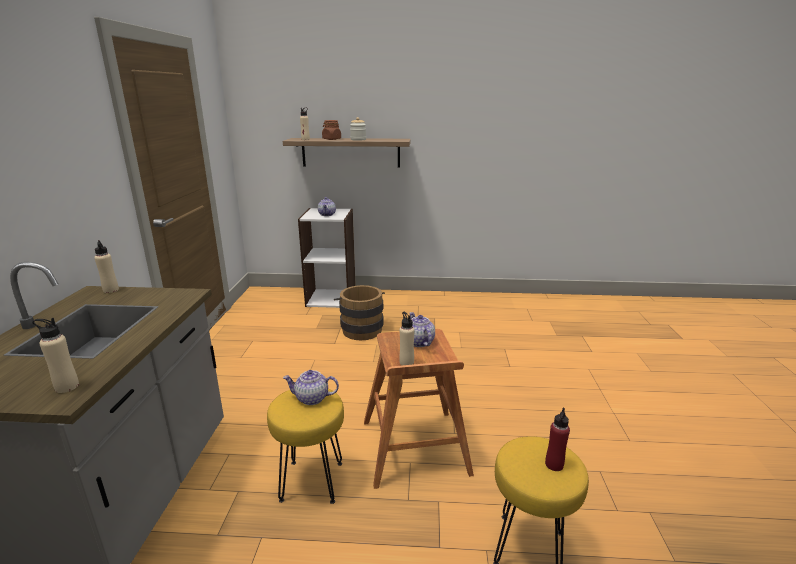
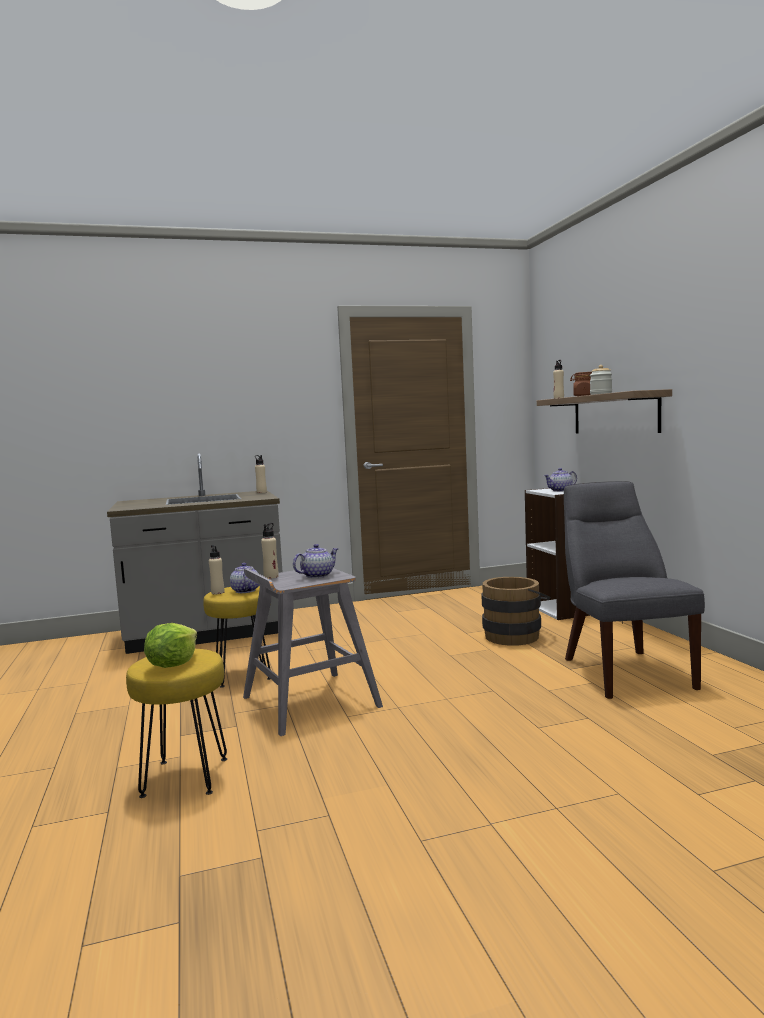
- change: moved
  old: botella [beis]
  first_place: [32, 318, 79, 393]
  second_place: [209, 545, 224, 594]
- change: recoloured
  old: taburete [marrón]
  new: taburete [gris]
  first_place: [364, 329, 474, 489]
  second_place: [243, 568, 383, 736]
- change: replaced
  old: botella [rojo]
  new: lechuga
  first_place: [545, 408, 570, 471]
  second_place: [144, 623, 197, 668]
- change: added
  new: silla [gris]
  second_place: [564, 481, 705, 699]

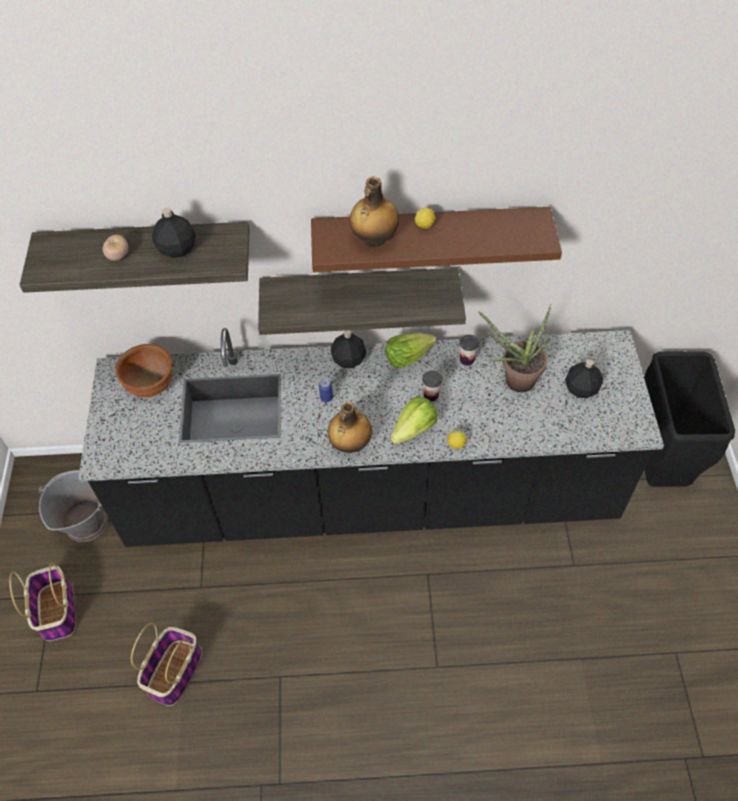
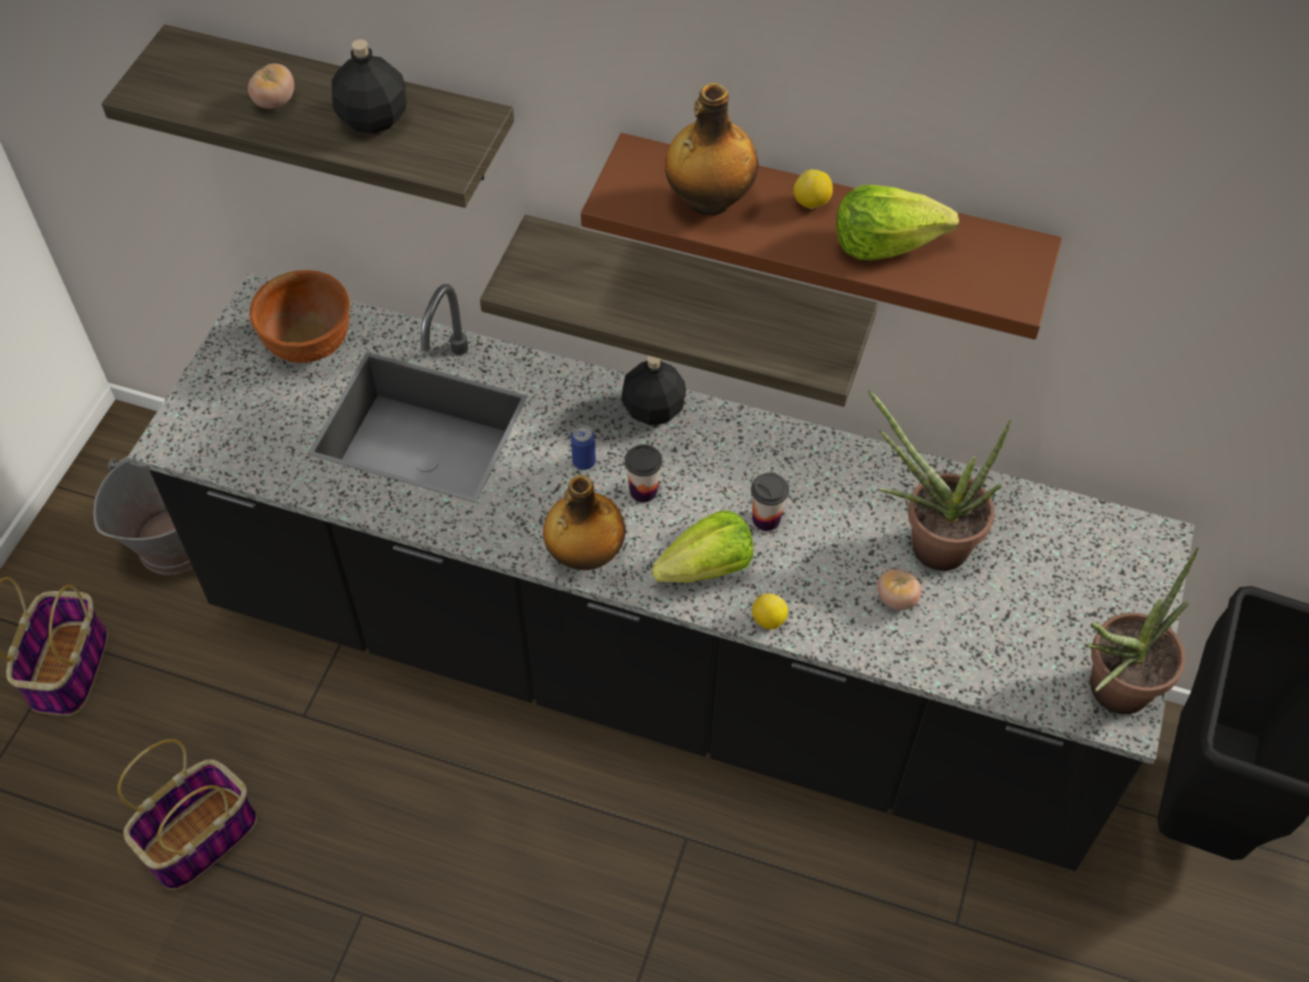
- change: moved
  old: lechuga
  first_place: [386, 333, 436, 368]
  second_place: [836, 185, 959, 260]
- change: moved
  old: taza
  first_place: [459, 335, 479, 366]
  second_place: [625, 444, 662, 502]
- change: removed
  old: botella [negro]
  first_place: [565, 359, 603, 398]
- change: added
  new: planta en maceta
  second_place: [1086, 547, 1199, 714]
- change: added
  new: tomate
  second_place: [877, 569, 921, 610]

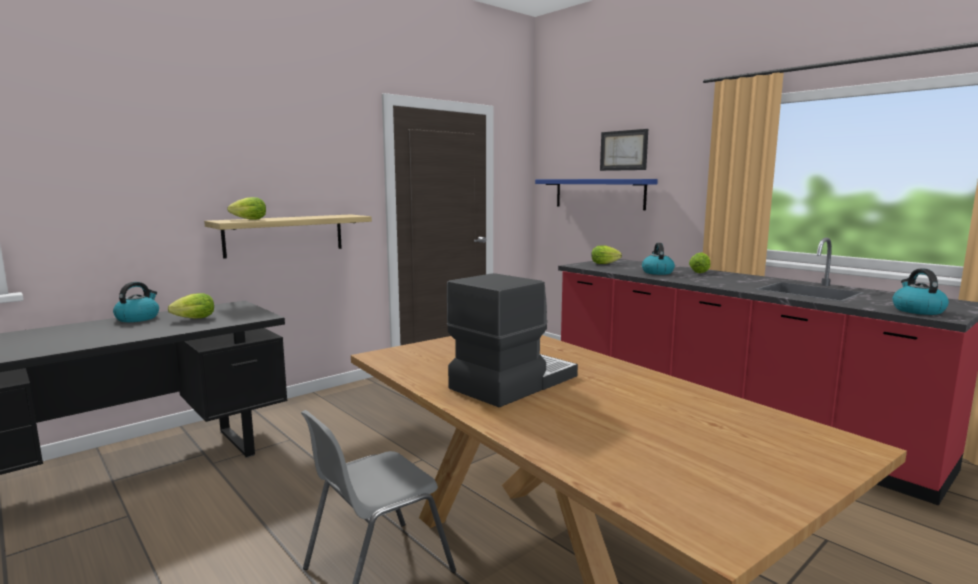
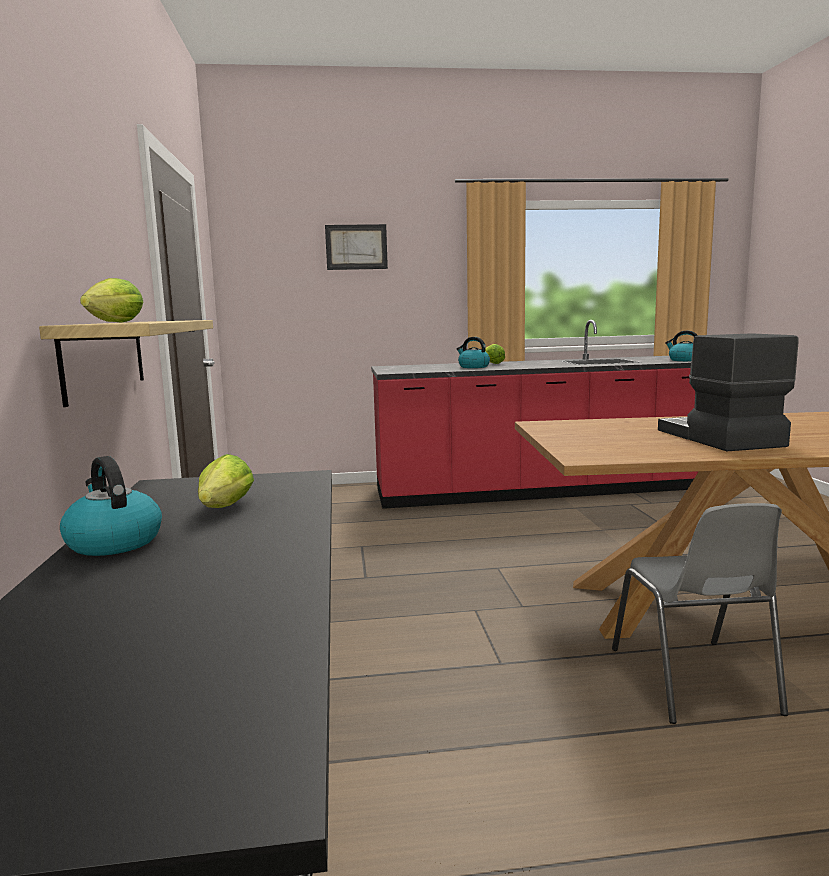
- change: removed
  old: estante [azul]
  first_place: [535, 179, 658, 210]
- change: removed
  old: lechuga
  first_place: [591, 245, 622, 264]

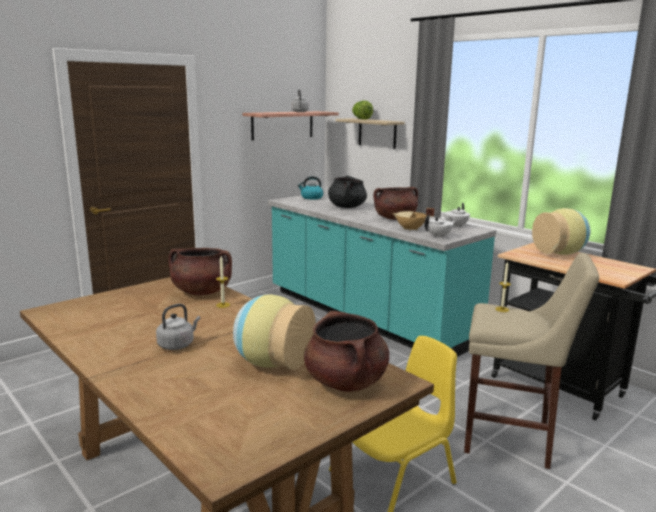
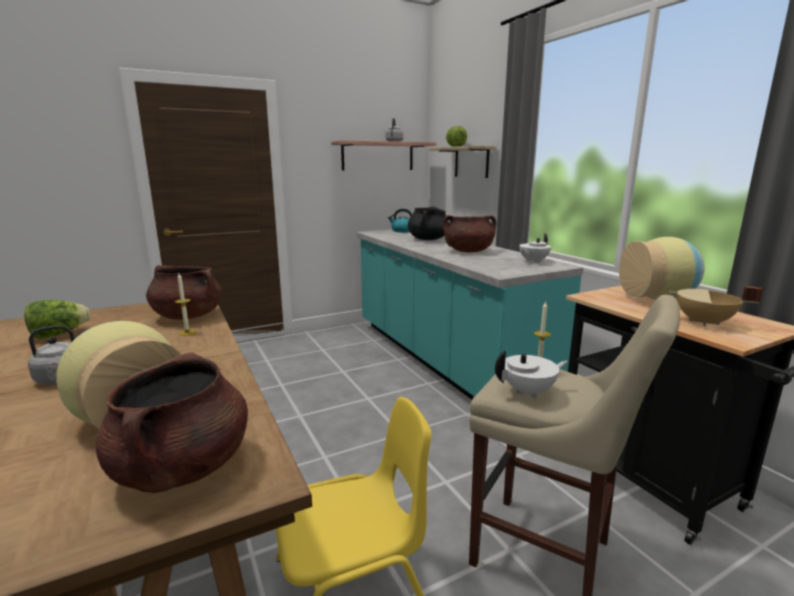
- change: moved
  old: olla [beis]
  first_place: [392, 208, 434, 231]
  second_place: [669, 286, 763, 327]
- change: moved
  old: tetera [blanco]
  first_place: [424, 214, 455, 238]
  second_place: [495, 350, 568, 399]
- change: added
  new: lechuga
  second_place: [24, 300, 90, 339]

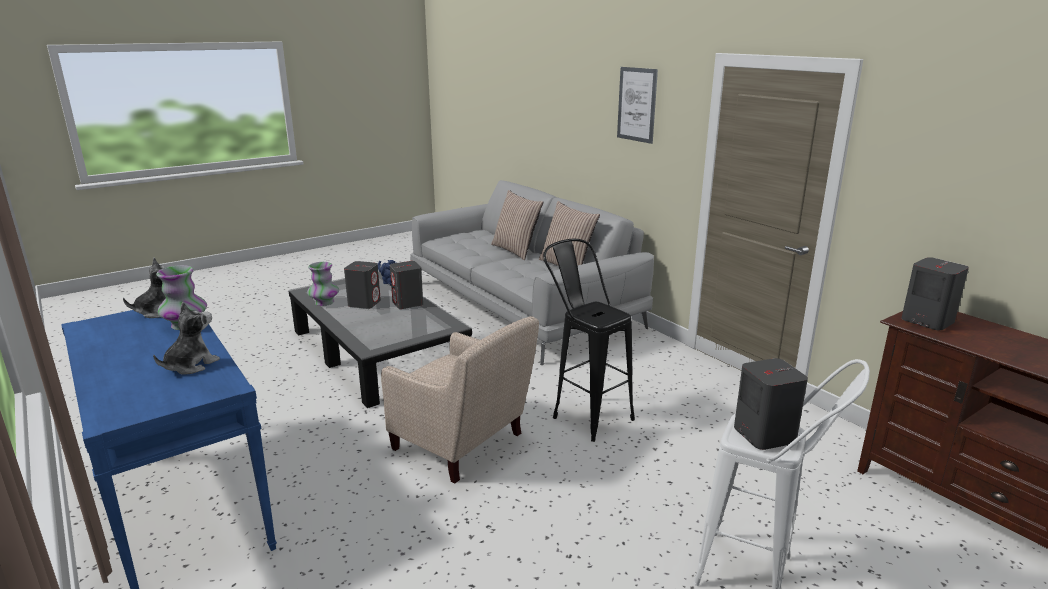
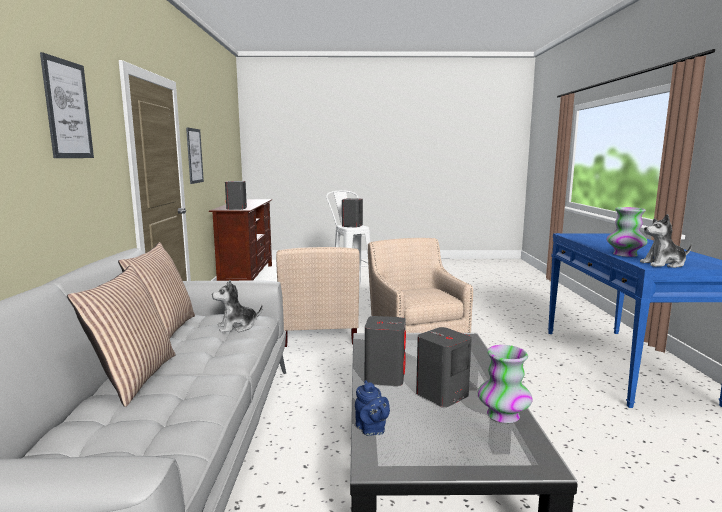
- change: replaced
  old: taburete [negro]
  new: sillón [beis]
  first_place: [543, 239, 635, 442]
  second_place: [276, 247, 360, 347]
- change: moved
  old: peluche
  first_place: [153, 302, 220, 375]
  second_place: [212, 280, 263, 333]
- change: added
  new: cuadro
  second_place: [186, 127, 204, 184]

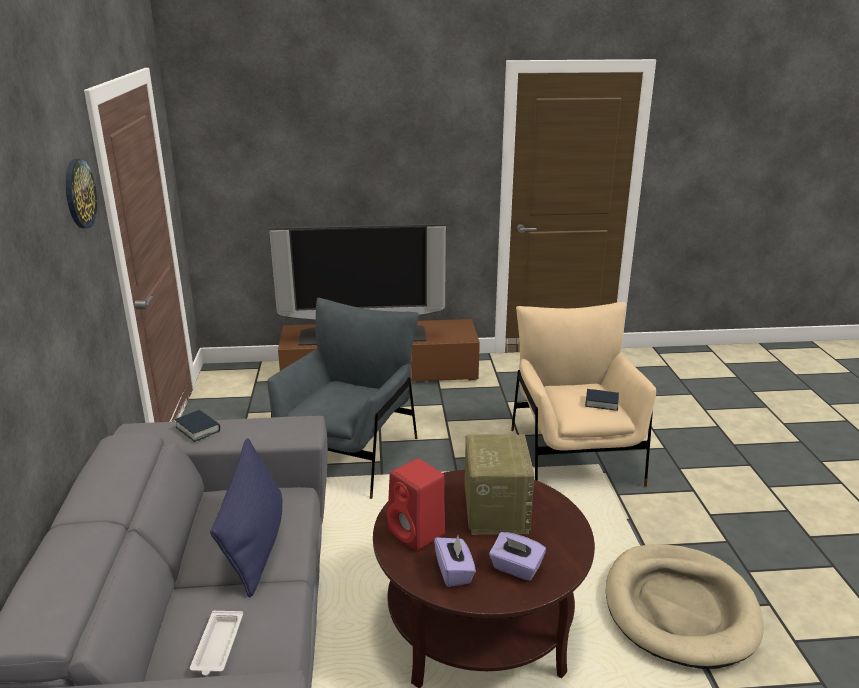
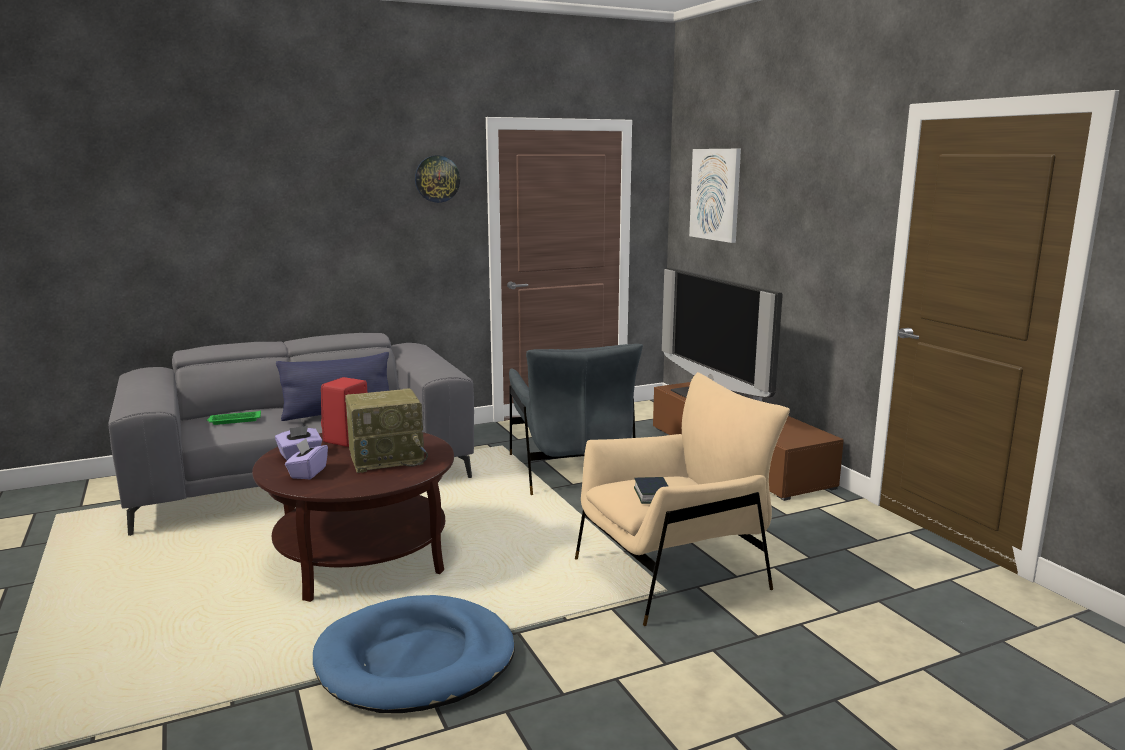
- change: turned
  old: sillón [gris]
  first_place: [267, 298, 419, 499]
  second_place: [509, 344, 643, 495]
  degrees: 75
- change: removed
  old: libro
  first_place: [175, 410, 220, 442]
- change: recoloured
  old: cama para perro [beis]
  new: cama para perro [azul]
  first_place: [606, 544, 764, 669]
  second_place: [313, 595, 515, 713]
- change: recoloured
  old: bandeja [blanco]
  new: bandeja [verde]
  first_place: [190, 611, 243, 676]
  second_place: [207, 411, 261, 425]
- change: added
  new: cuadro
  second_place: [689, 149, 741, 243]

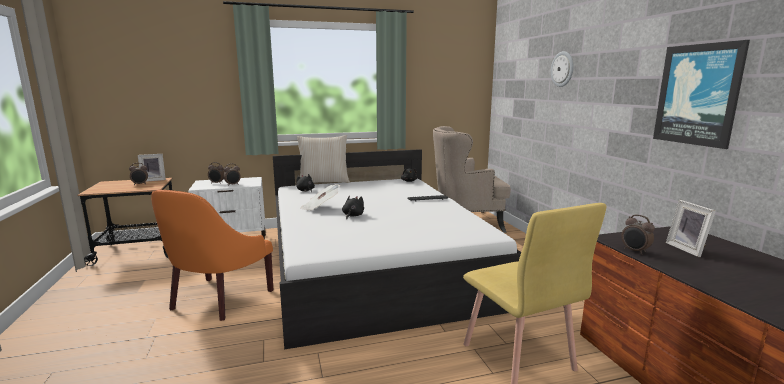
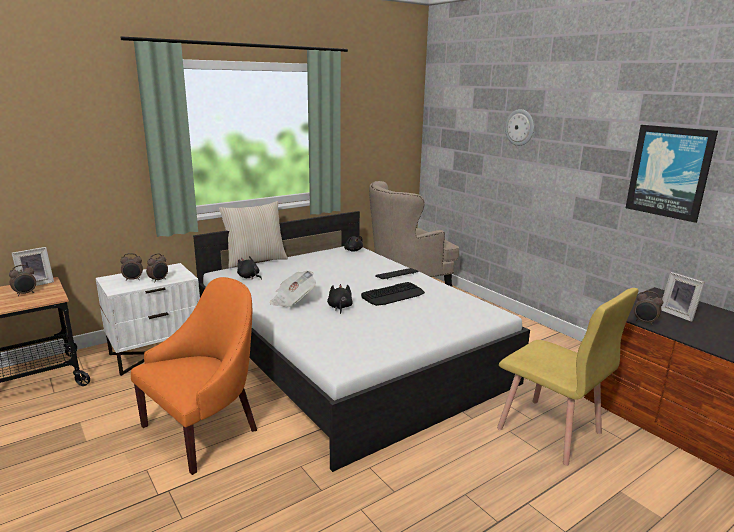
- change: turned
  old: sillón [naranja]
  first_place: [151, 190, 273, 321]
  second_place: [131, 277, 257, 475]
  degrees: -135
- change: added
  new: teclado
  second_place: [361, 282, 425, 306]

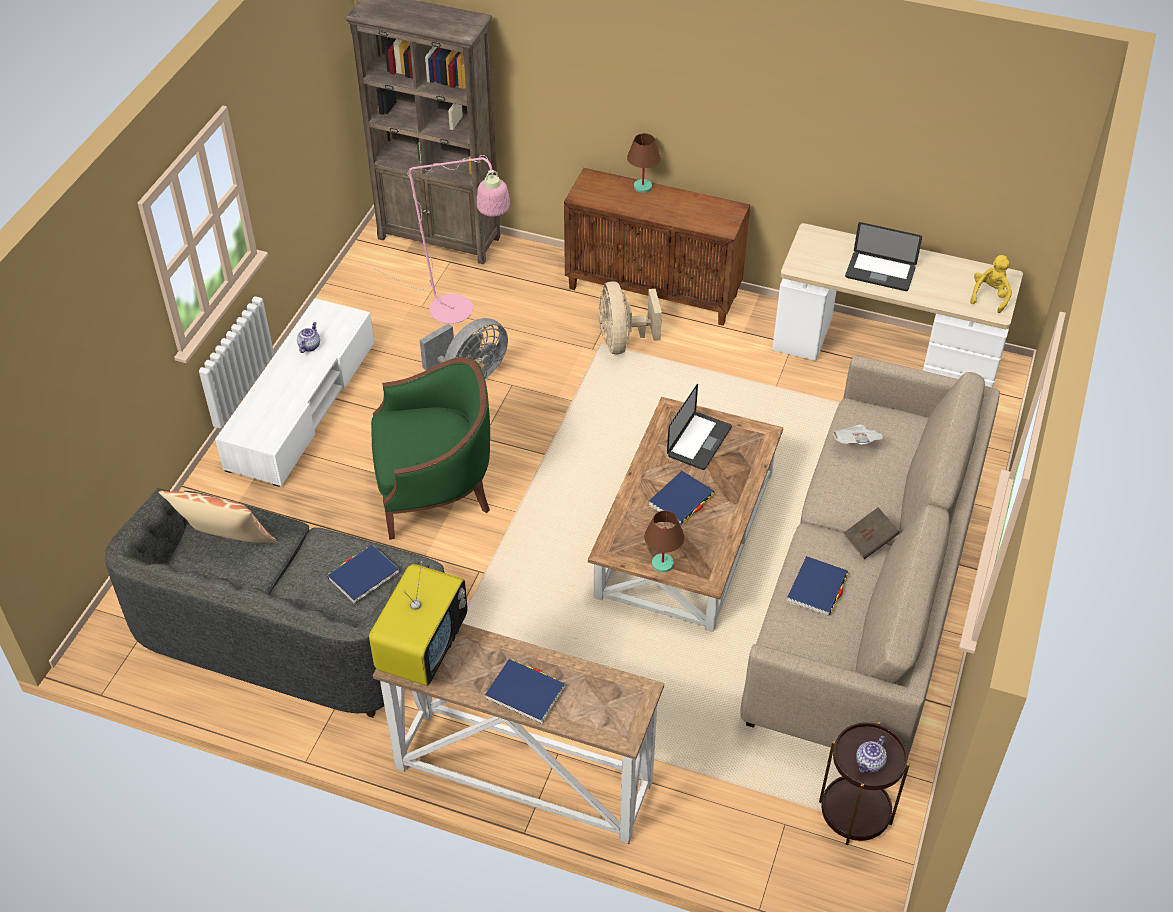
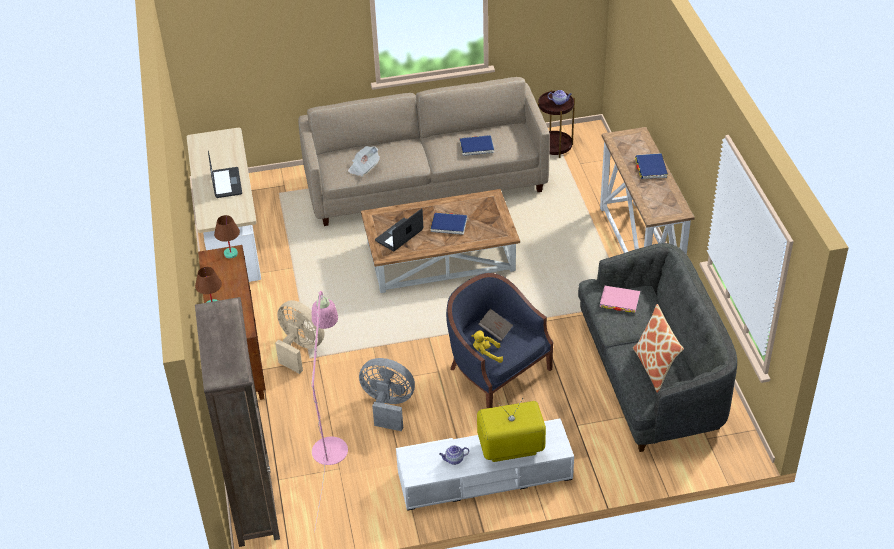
- change: moved
  old: peluche [amarillo]
  first_place: [970, 255, 1012, 313]
  second_place: [471, 330, 503, 363]
- change: turned
  old: ventilador [beis]
  first_place: [599, 281, 662, 354]
  second_place: [275, 300, 324, 374]
  degrees: -105
- change: recoloured
  old: sillón [verde]
  new: sillón [azul]
  first_place: [371, 357, 490, 540]
  second_place: [446, 273, 553, 408]
- change: turned
  old: portátil
  first_place: [667, 384, 732, 470]
  second_place: [375, 208, 423, 251]
  degrees: -45
- change: moved
  old: libro [marrón]
  first_place: [843, 507, 900, 560]
  second_place: [478, 309, 513, 341]
- change: moved
  old: lámpara de mesa [marrón]
  first_place: [644, 510, 684, 573]
  second_place: [214, 215, 240, 259]
- change: recoloured
  old: libro [azul]
  new: libro [rosa]
  first_place: [327, 545, 399, 604]
  second_place: [600, 286, 640, 313]
- change: moved
  old: televisor
  first_place: [369, 561, 468, 686]
  second_place: [477, 398, 546, 462]

